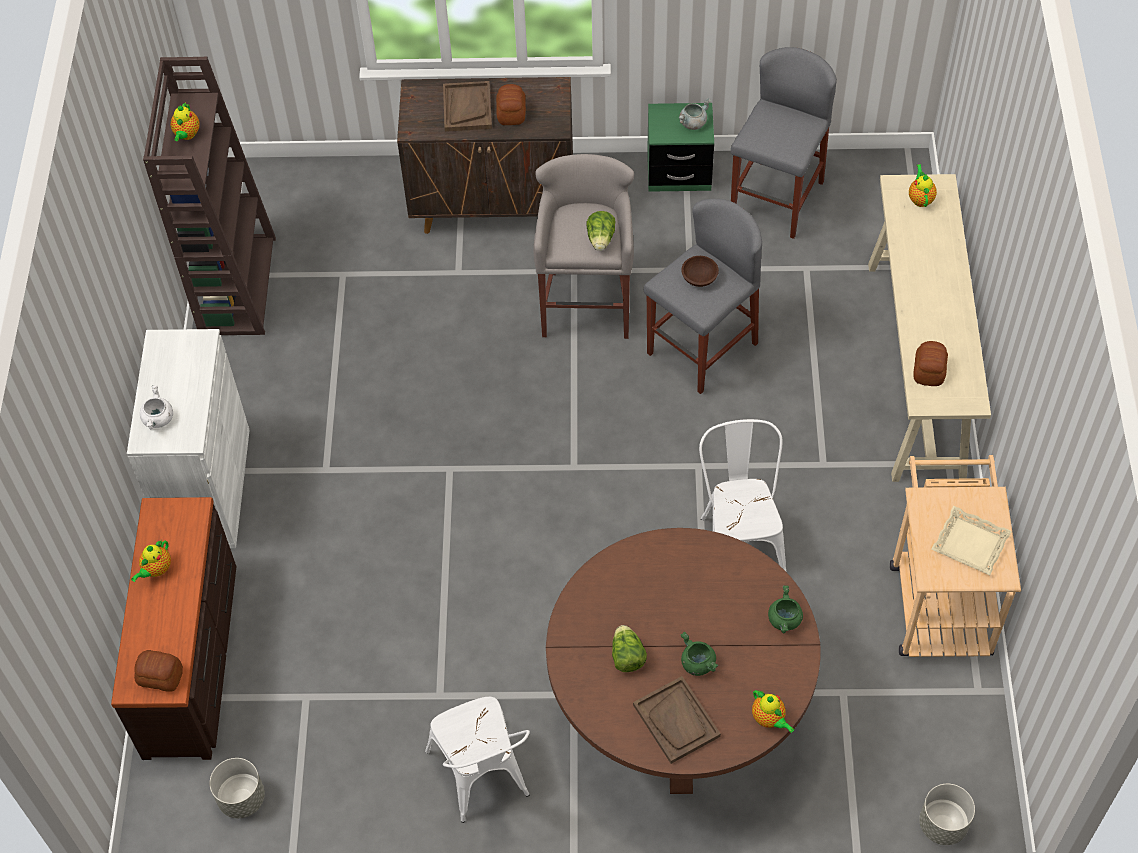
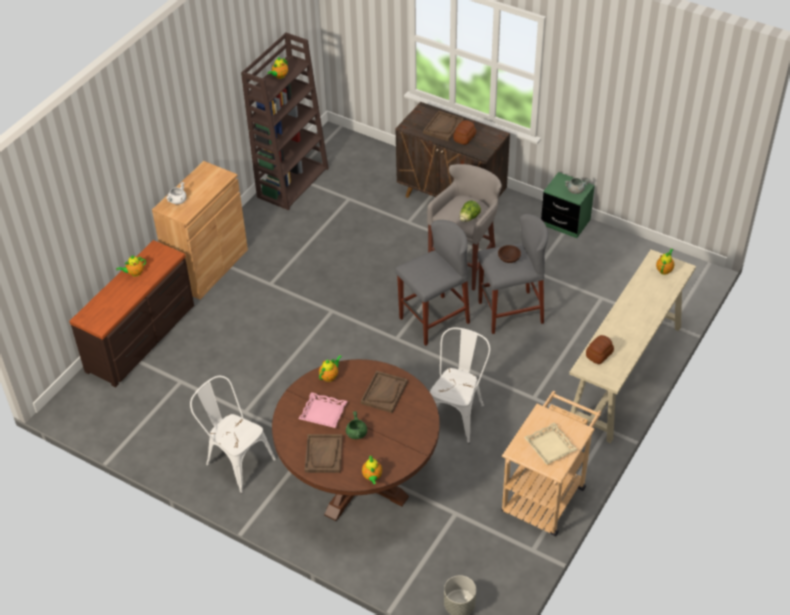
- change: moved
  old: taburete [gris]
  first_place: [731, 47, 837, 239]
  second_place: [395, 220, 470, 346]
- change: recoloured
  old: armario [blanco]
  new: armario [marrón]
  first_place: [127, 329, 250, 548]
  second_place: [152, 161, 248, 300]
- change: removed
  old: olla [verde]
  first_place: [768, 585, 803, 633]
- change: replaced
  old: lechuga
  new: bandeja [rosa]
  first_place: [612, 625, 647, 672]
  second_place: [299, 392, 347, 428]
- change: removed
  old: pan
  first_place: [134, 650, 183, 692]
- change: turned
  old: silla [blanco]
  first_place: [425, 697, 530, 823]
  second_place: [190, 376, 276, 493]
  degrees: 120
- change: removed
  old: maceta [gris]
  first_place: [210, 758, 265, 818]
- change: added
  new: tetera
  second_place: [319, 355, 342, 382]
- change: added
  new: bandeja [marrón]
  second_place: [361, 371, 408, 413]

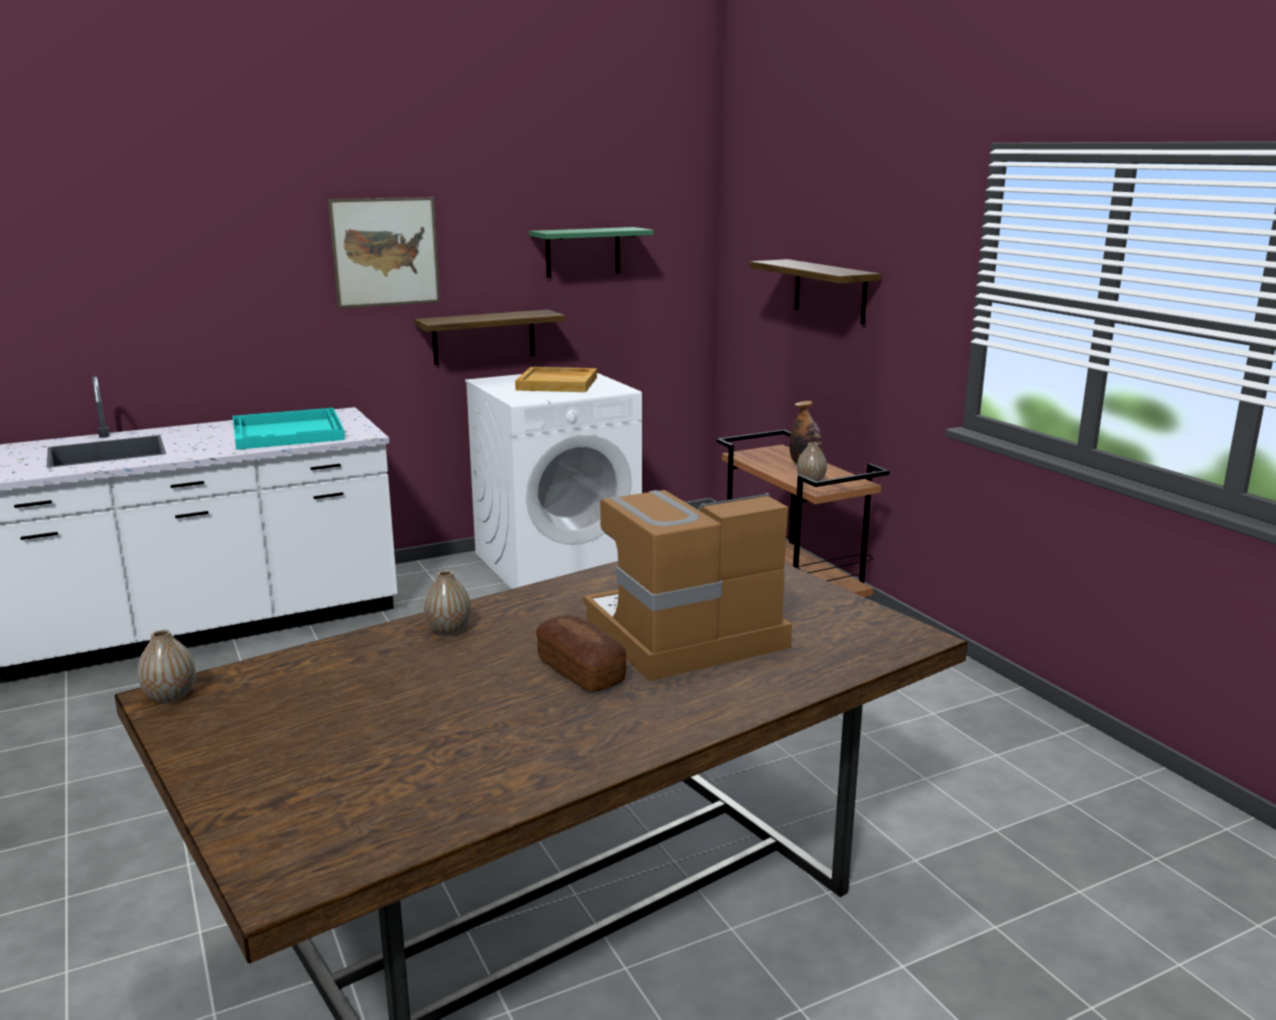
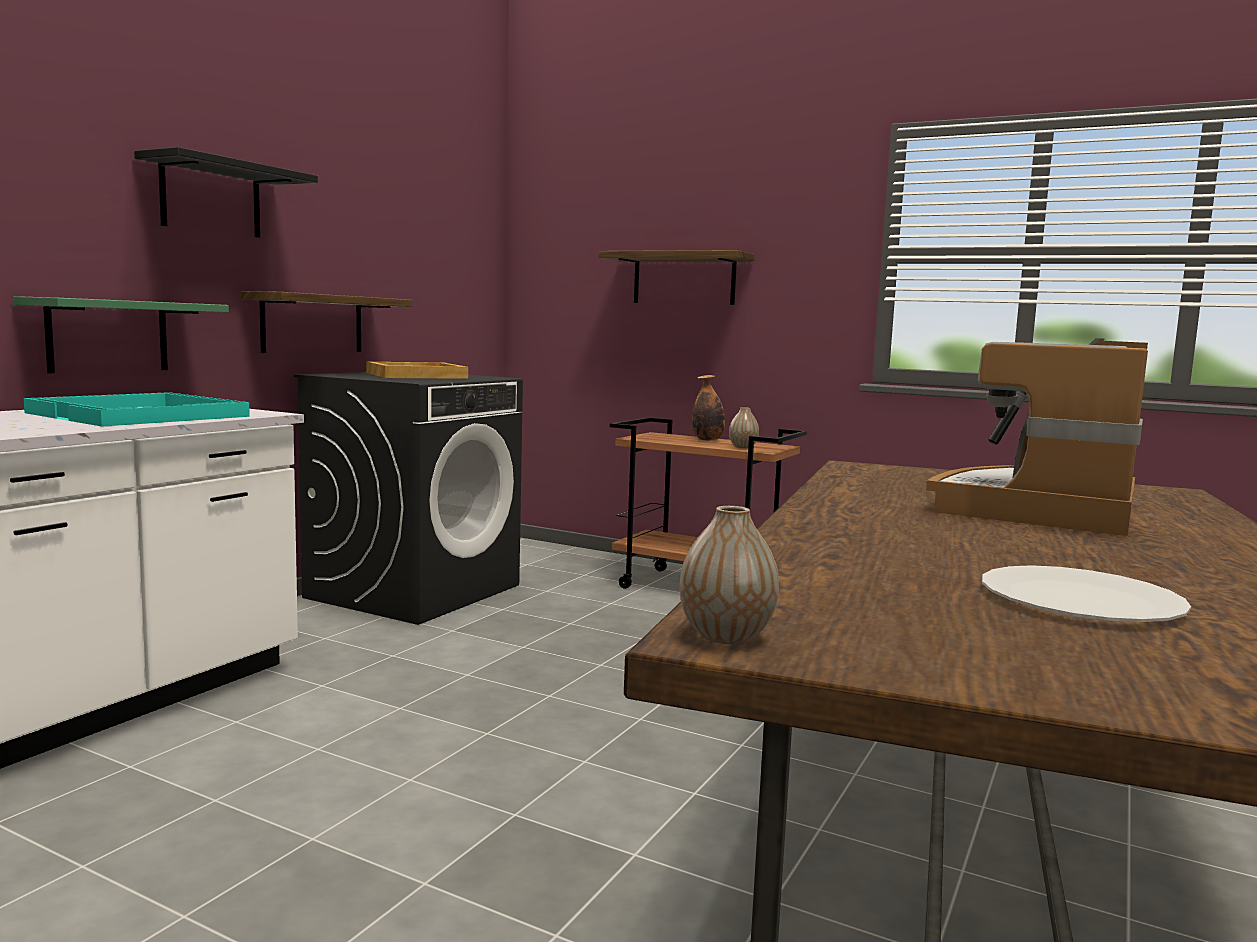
- change: replaced
  old: cuadro
  new: estante [negro]
  first_place: [328, 197, 441, 309]
  second_place: [134, 147, 318, 238]
- change: moved
  old: estante [verde]
  first_place: [529, 227, 654, 278]
  second_place: [13, 296, 229, 373]
- change: recoloured
  old: lavadora [blanco]
  new: lavadora [negro]
  first_place: [465, 373, 642, 589]
  second_place: [294, 372, 523, 625]
- change: removed
  old: florero
  first_place: [424, 570, 471, 635]
- change: removed
  old: pan
  first_place: [536, 615, 626, 692]
- change: added
  new: plato [blanco]
  second_place: [982, 565, 1191, 622]

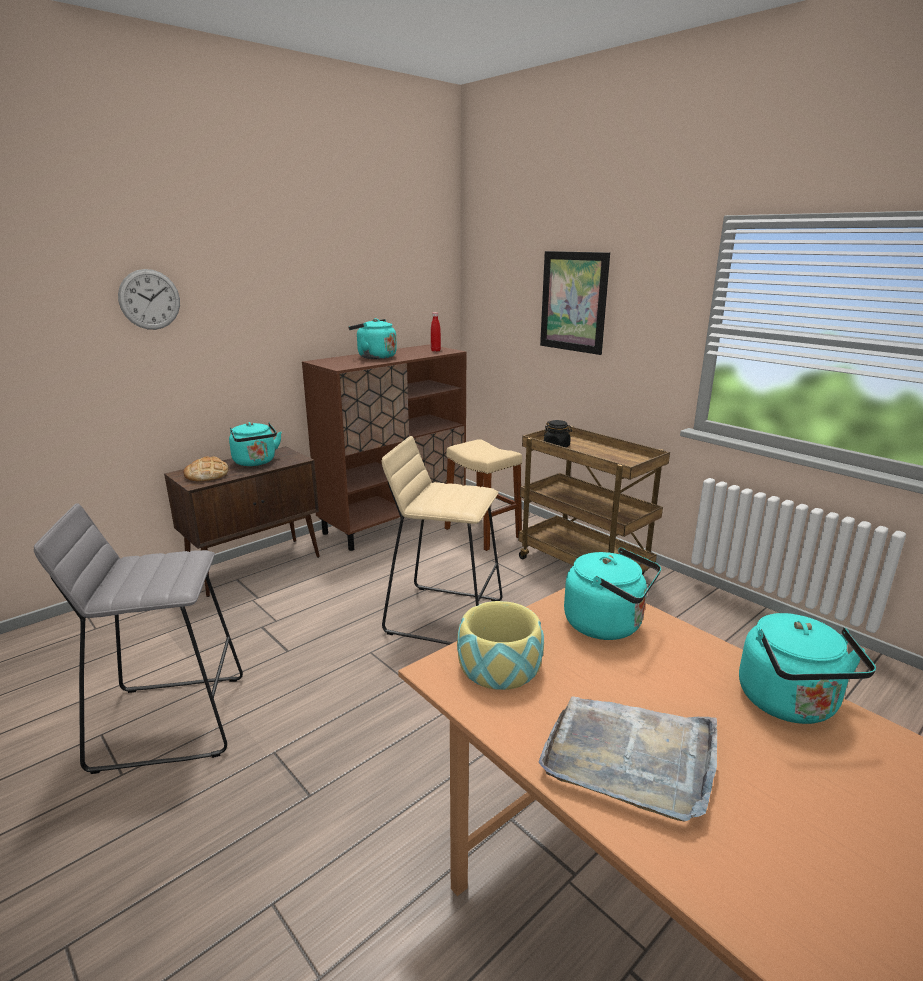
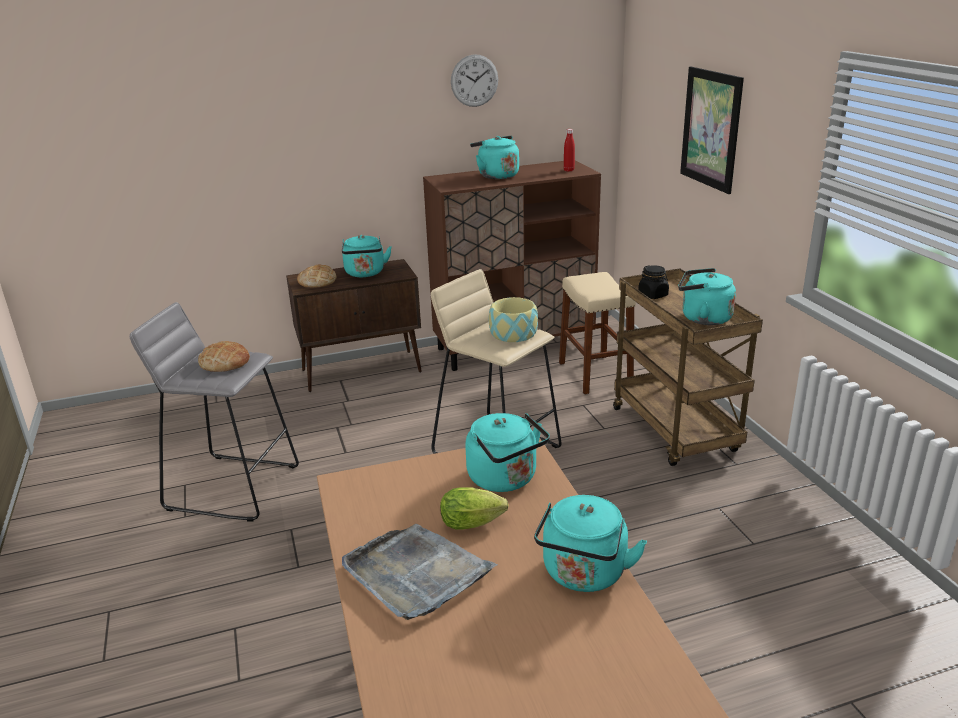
- change: moved
  old: reloj de pared
  first_place: [118, 269, 180, 330]
  second_place: [451, 54, 498, 107]
- change: moved
  old: cuenco
  first_place: [457, 601, 544, 690]
  second_place: [489, 297, 538, 342]
- change: added
  new: hervidor [turquesa]
  second_place: [678, 268, 736, 325]
- change: added
  new: pan
  second_place: [198, 341, 250, 372]
- change: added
  new: lechuga
  second_place: [440, 487, 509, 530]

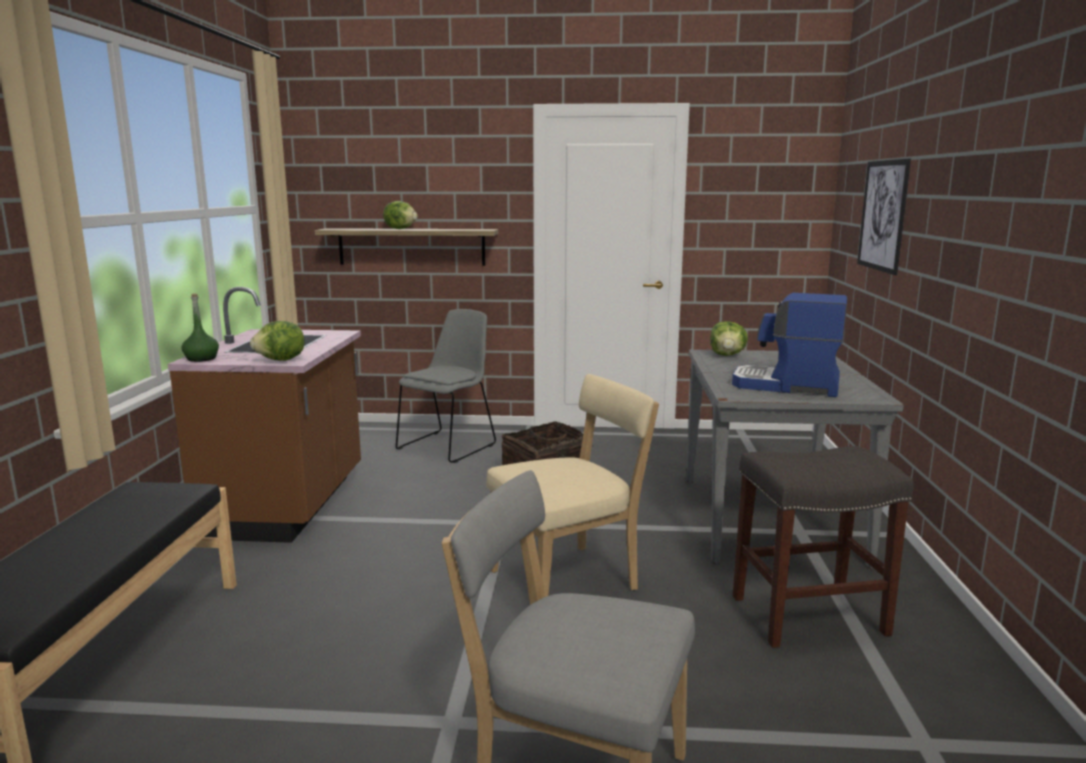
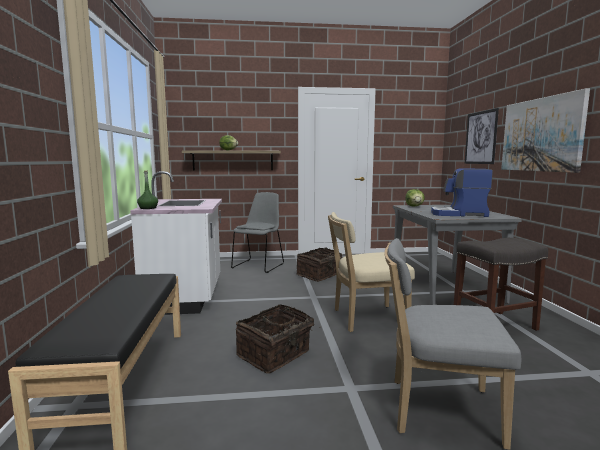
- change: recoloured
  old: mueble bajo de cocina [marrón]
  new: mueble bajo de cocina [blanco]
  first_place: [168, 287, 361, 543]
  second_place: [130, 171, 222, 315]
- change: removed
  old: lechuga
  first_place: [250, 321, 305, 361]
- change: turned
  old: silla [beis]
  first_place: [486, 374, 659, 597]
  second_place: [328, 212, 415, 332]
  degrees: -150
- change: added
  new: cuadro
  second_place: [501, 88, 590, 173]
- change: added
  new: cesta
  second_place: [236, 304, 321, 374]

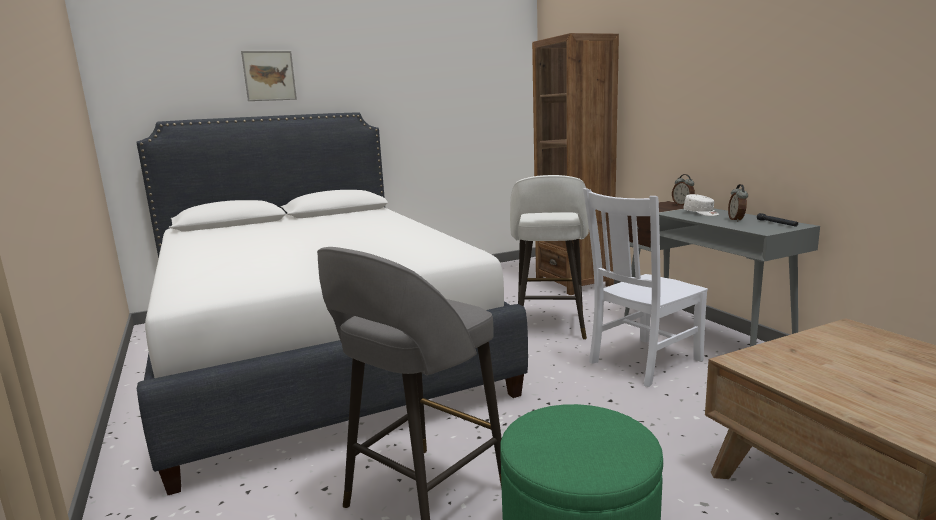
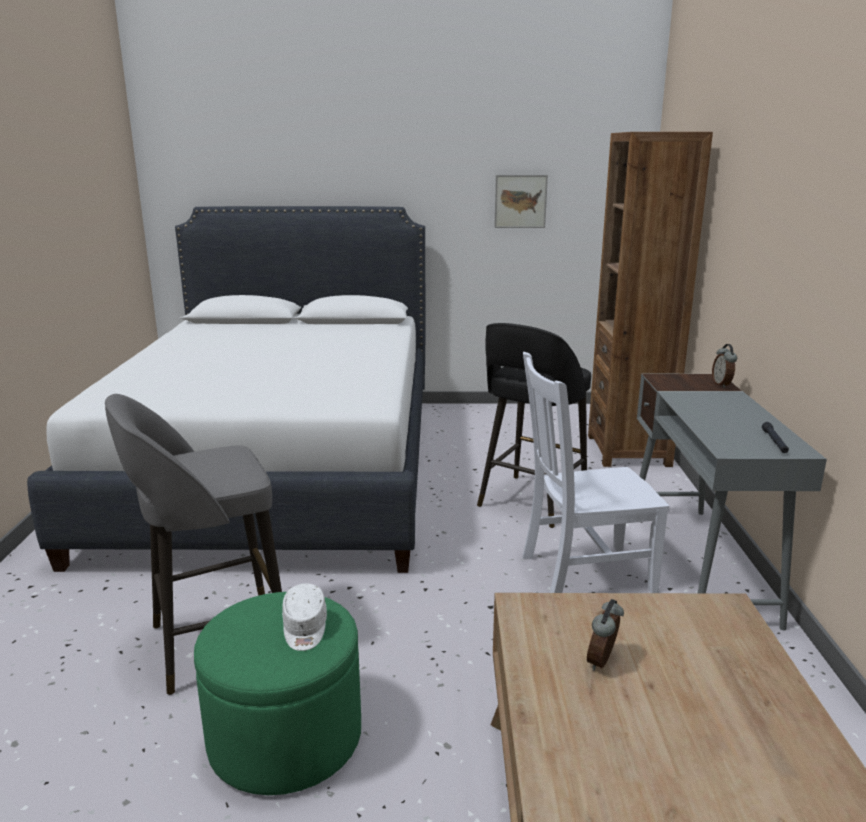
- change: moved
  old: cuadro
  first_place: [241, 51, 297, 101]
  second_place: [494, 175, 548, 228]
- change: recoloured
  old: taburete [blanco]
  new: taburete [negro]
  first_place: [510, 175, 589, 340]
  second_place: [477, 323, 591, 528]
- change: moved
  old: despertador
  first_place: [728, 184, 748, 222]
  second_place: [587, 599, 624, 671]
- change: moved
  old: gorra [blanco]
  first_place: [683, 194, 719, 216]
  second_place: [282, 583, 327, 651]

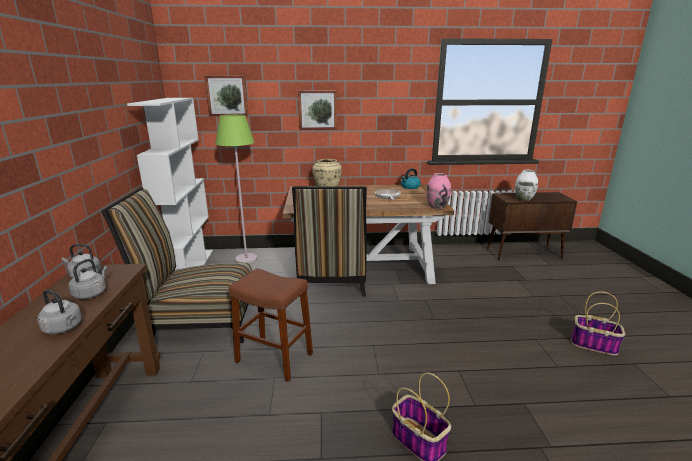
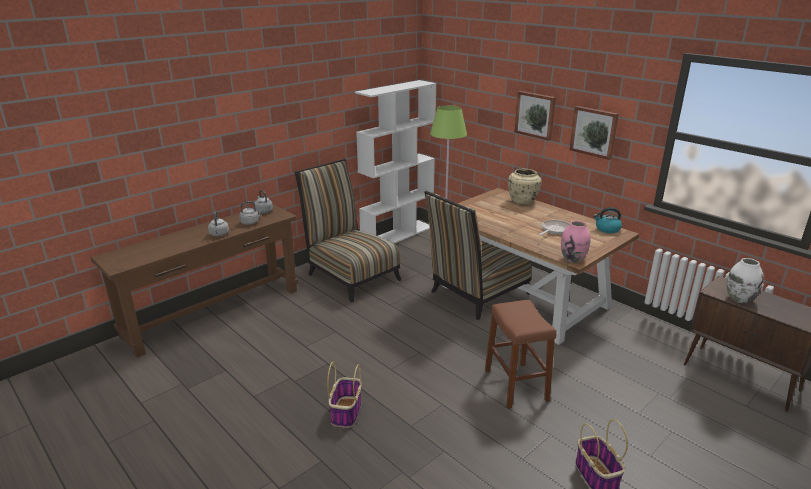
- change: moved
  old: cuadro
  first_place: [204, 75, 248, 116]
  second_place: [570, 106, 619, 160]
- change: moved
  old: taburete [marrón]
  first_place: [229, 268, 313, 382]
  second_place: [485, 300, 556, 409]

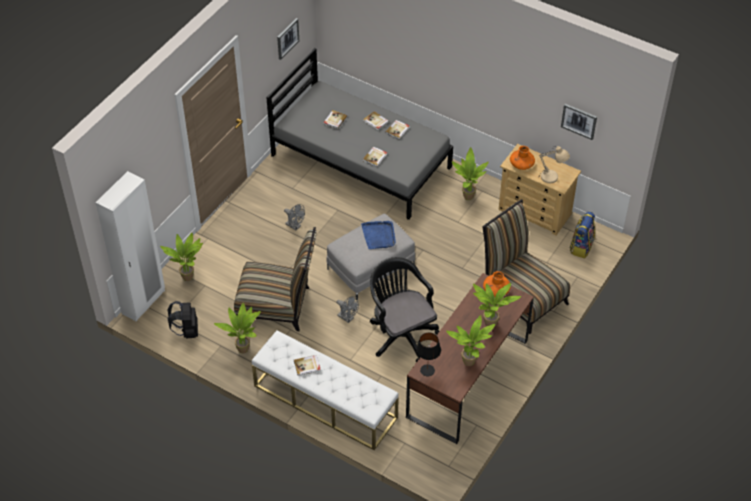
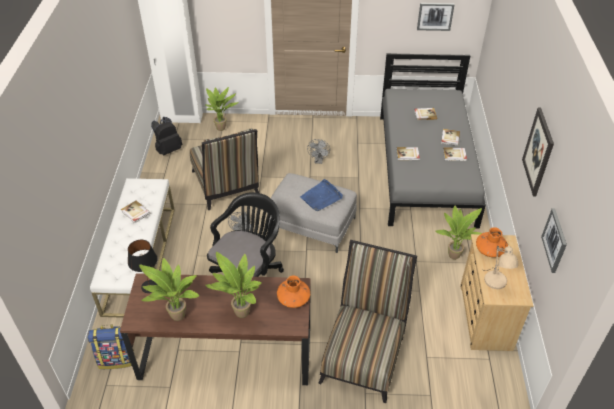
- change: moved
  old: mochila
  first_place: [570, 212, 595, 258]
  second_place: [87, 324, 134, 369]
- change: removed
  old: planta en maceta
  first_place: [214, 303, 261, 353]
- change: added
  new: cuadro
  second_place: [522, 107, 554, 196]

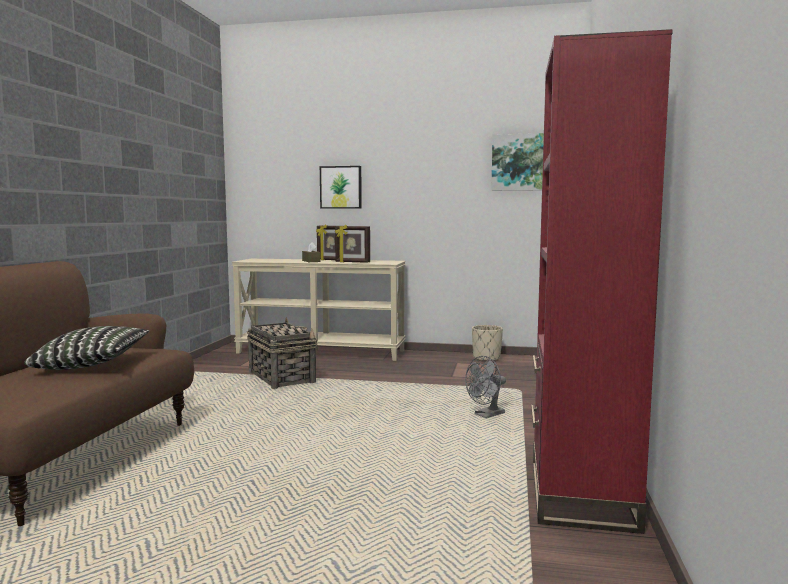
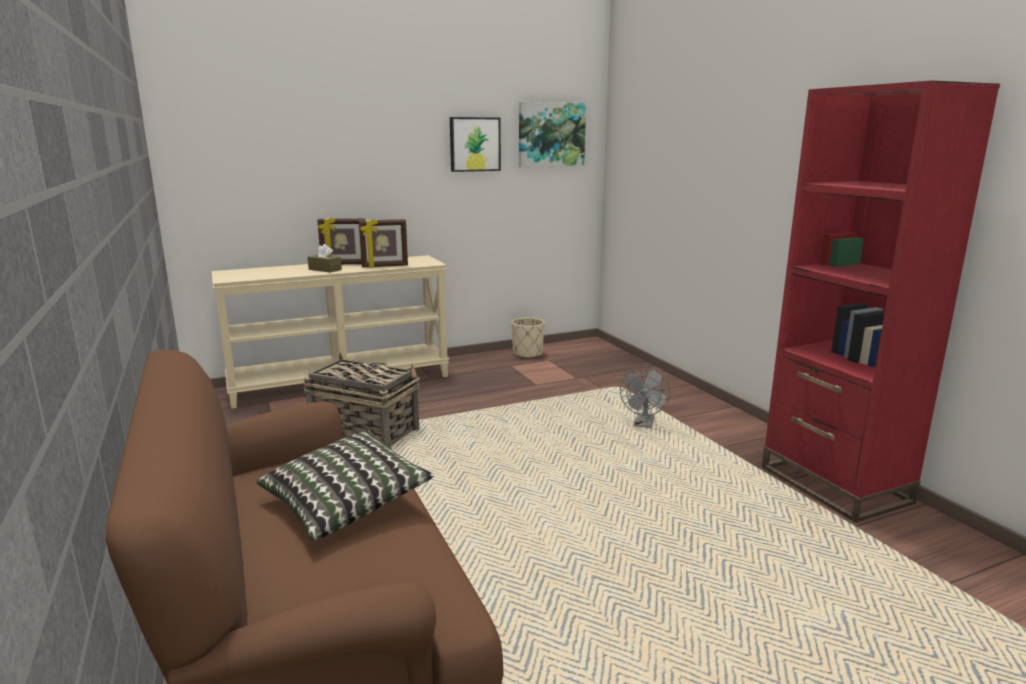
- change: moved
  old: cuadro
  first_place: [320, 166, 362, 209]
  second_place: [450, 117, 501, 172]

